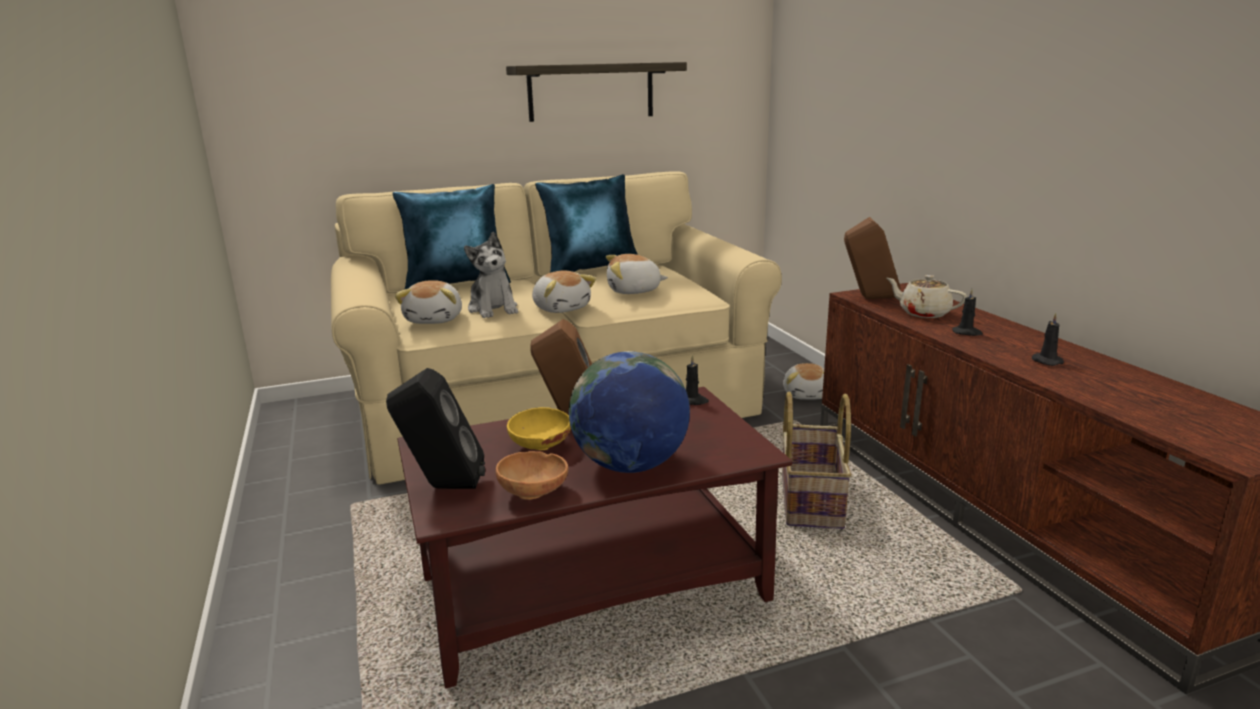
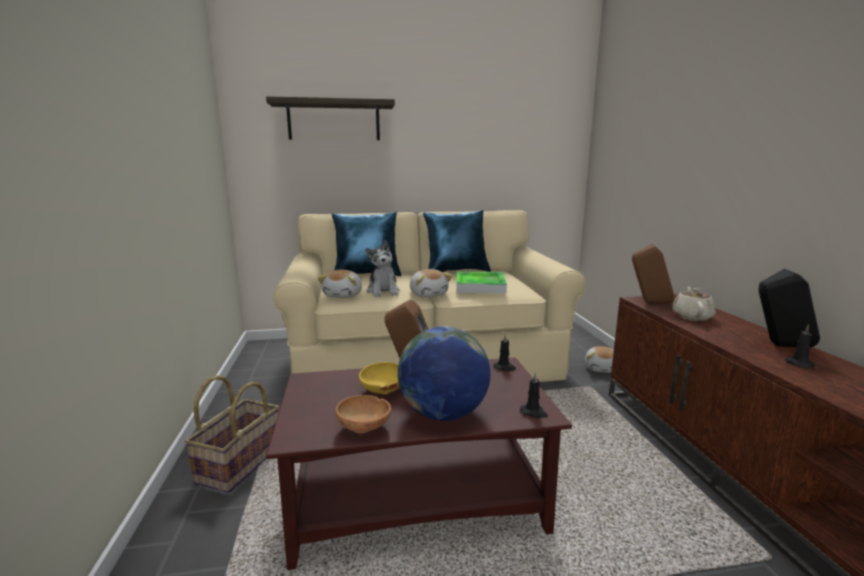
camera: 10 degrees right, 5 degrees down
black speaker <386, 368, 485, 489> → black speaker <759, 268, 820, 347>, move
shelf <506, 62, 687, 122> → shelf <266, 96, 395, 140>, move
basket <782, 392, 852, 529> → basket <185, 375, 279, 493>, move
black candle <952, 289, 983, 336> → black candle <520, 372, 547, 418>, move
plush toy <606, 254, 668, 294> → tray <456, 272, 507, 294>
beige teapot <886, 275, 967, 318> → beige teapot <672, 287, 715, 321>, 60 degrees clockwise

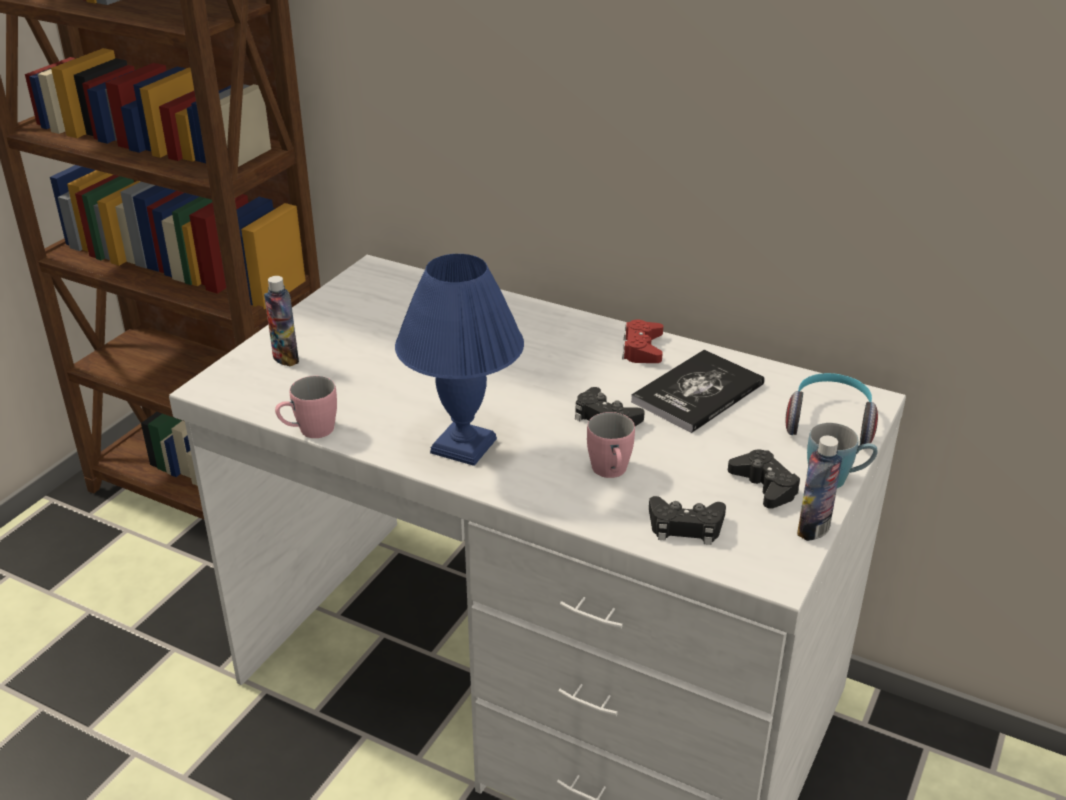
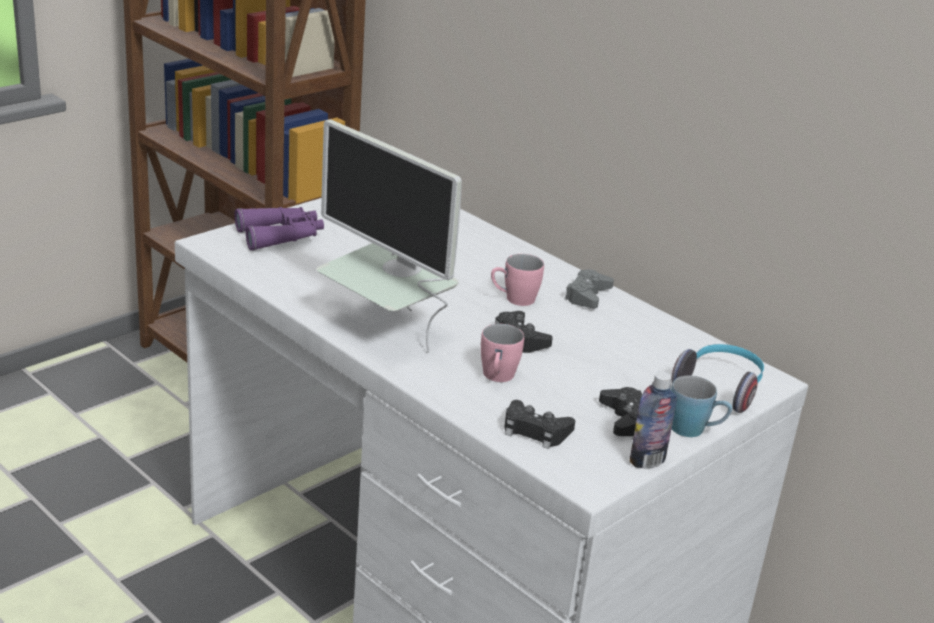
camera: 15 degrees right, 5 degrees down
book <631, 350, 765, 433> → -
pink mug <275, 376, 337, 438> → pink mug <491, 254, 544, 306>, move
bottle <264, 276, 299, 366> → purple binoculars <234, 207, 324, 251>
blue table lamp <395, 254, 524, 466> → monitor <316, 119, 462, 353>
red game controller <622, 320, 663, 363> → grey game controller <564, 269, 614, 308>

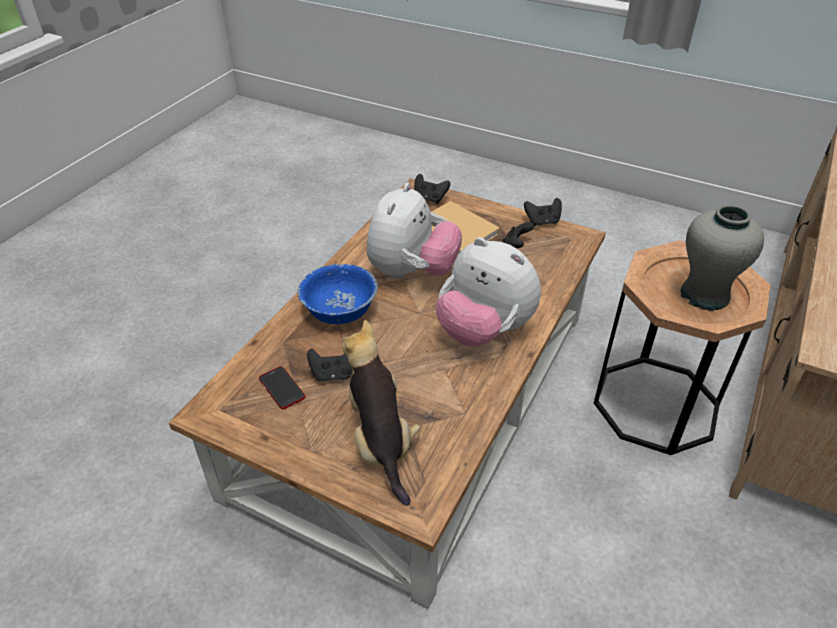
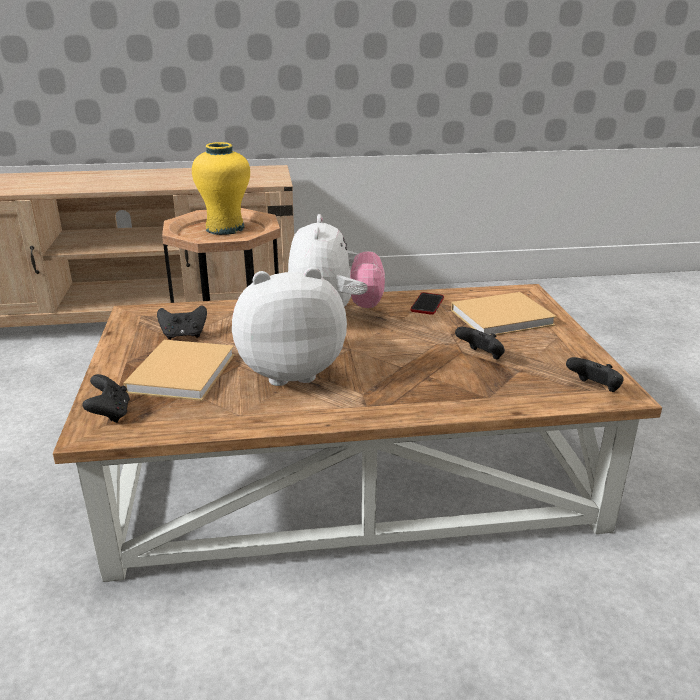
camera: 125 degrees left, 15 degrees down
blue bowl <298, 264, 378, 324> → -
phone <259, 366, 305, 409> → phone <411, 292, 444, 315>, move
black game controller <524, 198, 562, 226> → black game controller <566, 357, 624, 392>, move
plush toy <342, 320, 420, 506> → beige book <451, 292, 557, 335>
grey vase <681, 204, 764, 311> → yellow vase <192, 142, 250, 235>

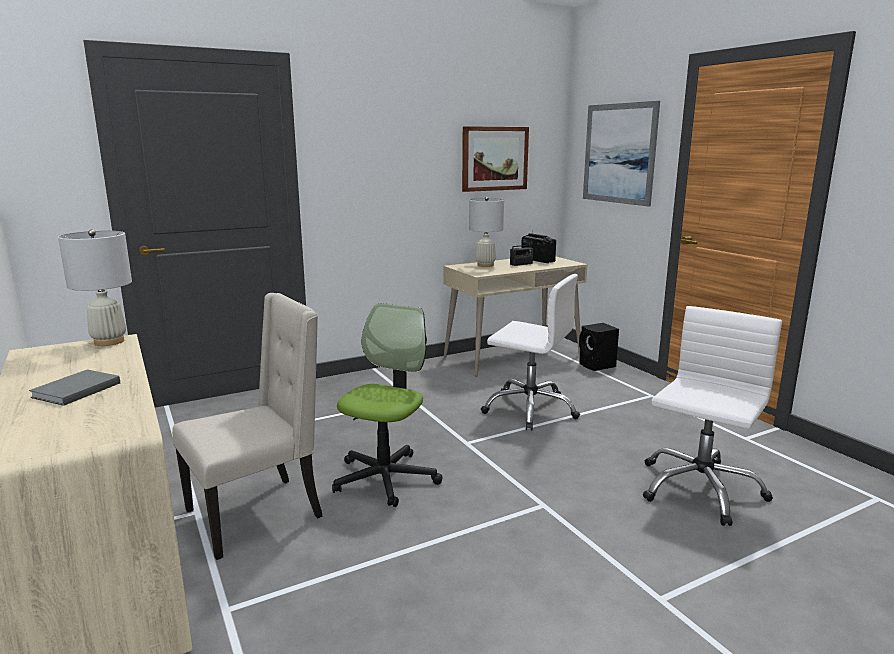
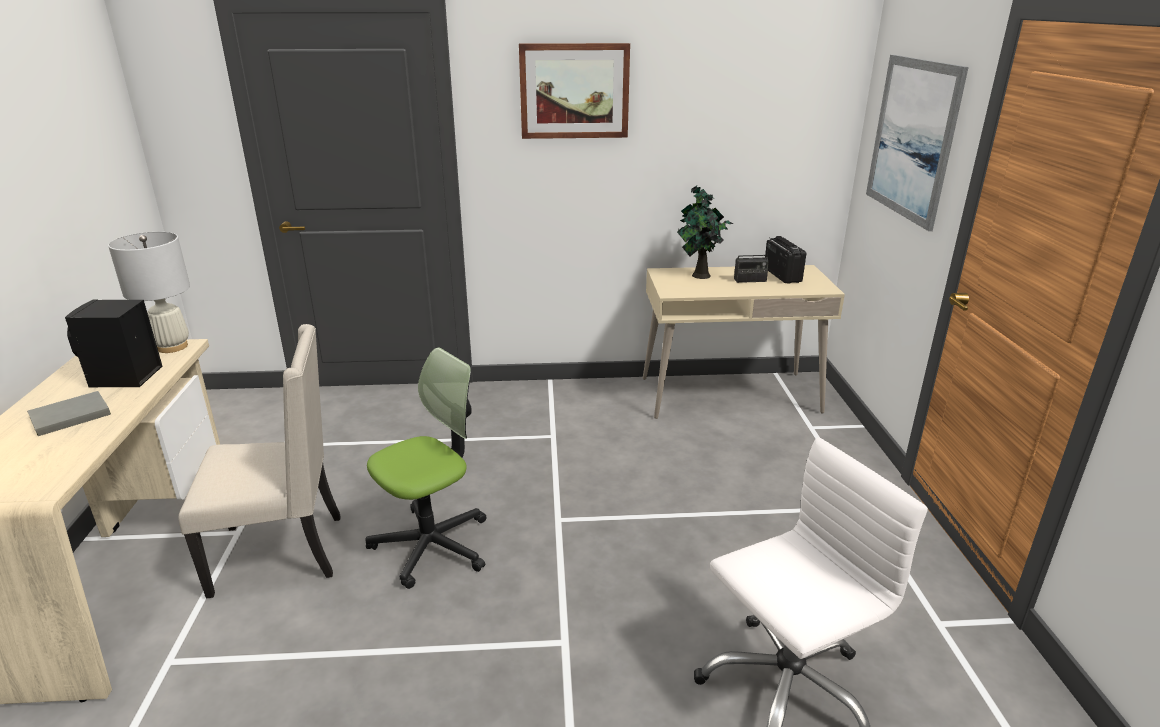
camera: 25 degrees right, 10 degrees up
white office chair <481, 274, 580, 431> → -
picture <462, 126, 529, 192> → picture <519, 43, 630, 139>, move
black speaker <579, 323, 619, 371> → black speaker <65, 300, 162, 388>, move
white table lamp <469, 197, 504, 267> → potted plant <677, 186, 733, 279>

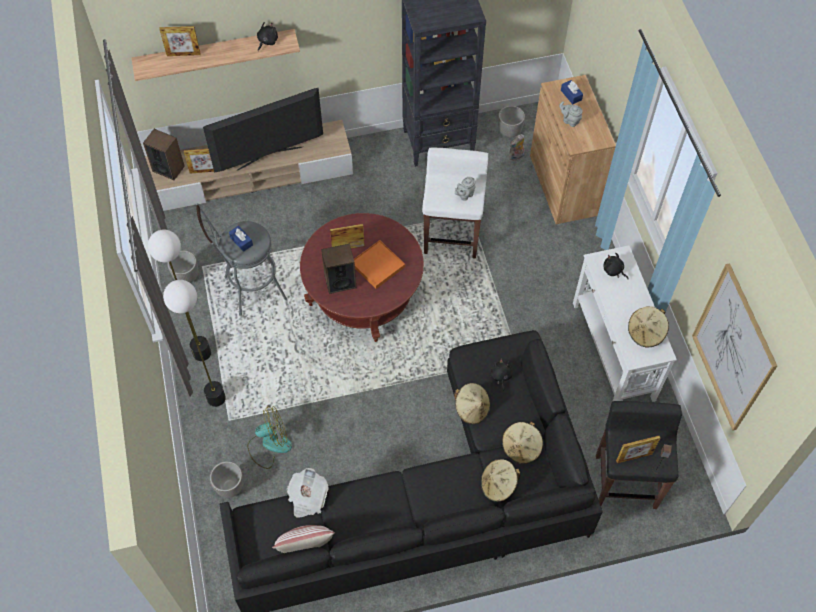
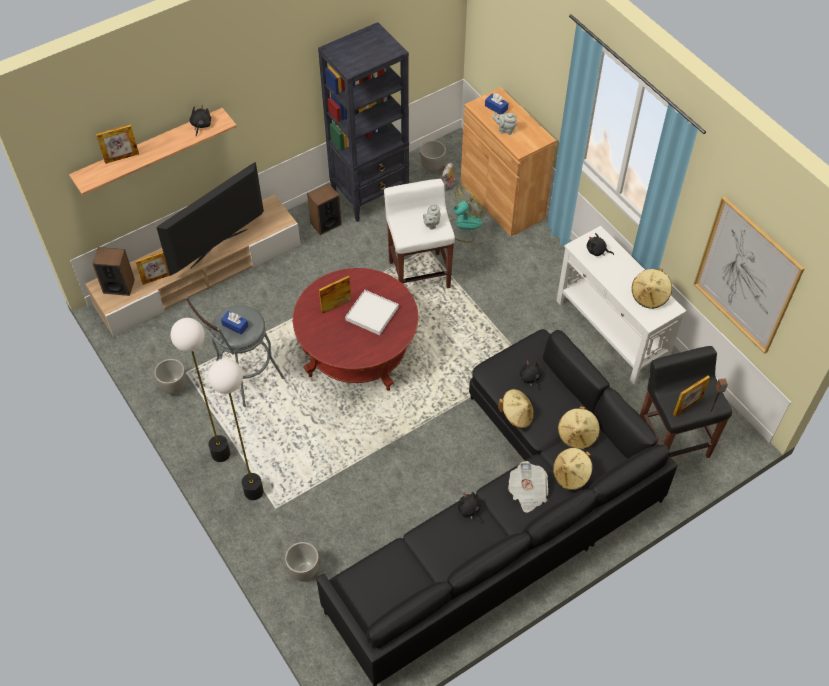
camera: 20 degrees left, 5 degrees down
pillow <272, 525, 335, 553> → -
- → black plush toy <458, 492, 482, 523>
fan <247, 406, 292, 469> → fan <453, 186, 483, 242>, move
newspaper <287, 468, 329, 518> → newspaper <508, 461, 548, 513>, move
speaker <321, 244, 356, 294> → speaker <307, 183, 342, 235>, move
orange tray <354, 240, 405, 289> → white tray <345, 290, 399, 335>

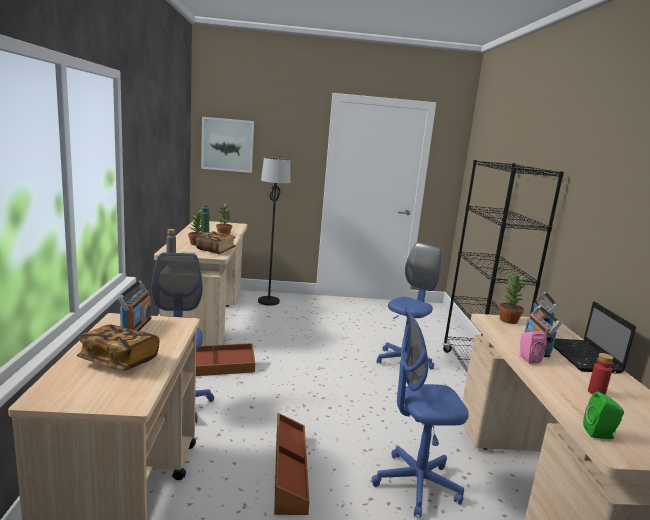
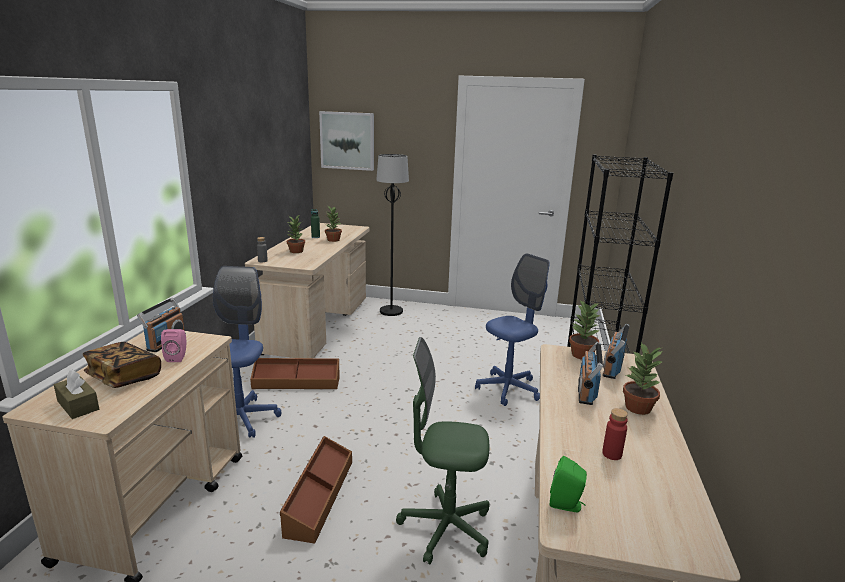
camera: 15 degrees right, 5 degrees up
book <195, 231, 236, 254> → -
- → brown tissue box <54, 370, 99, 419>
pink speaker <519, 331, 547, 364> → pink speaker <161, 329, 186, 362>, move
laptop <553, 301, 636, 374> → potted plant <623, 342, 662, 415>
blue office chair <372, 307, 469, 518> → green office chair <396, 337, 490, 564>

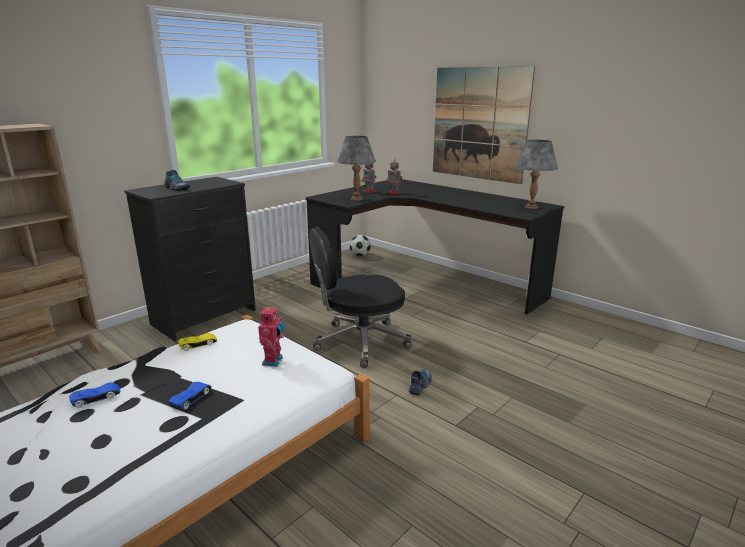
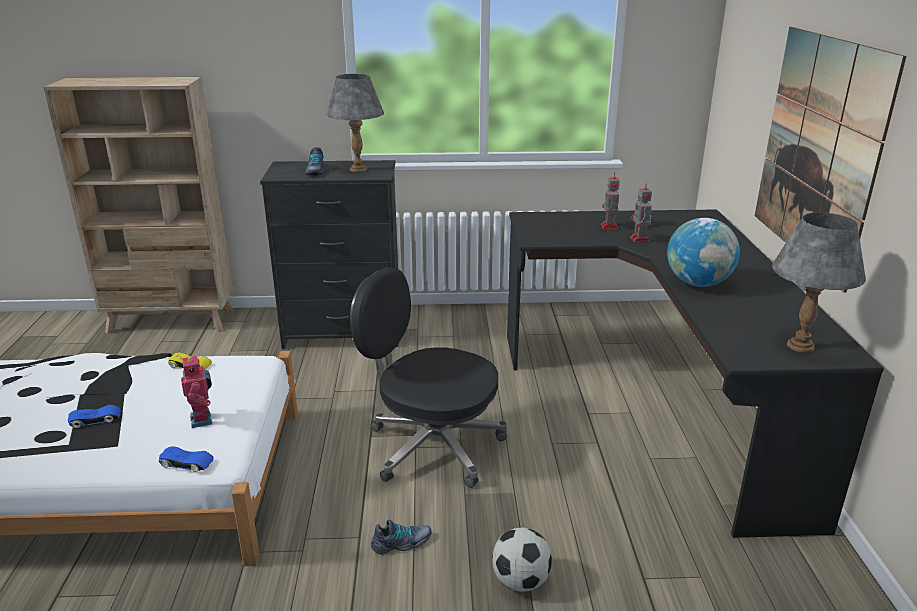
camera: 45 degrees right, 5 degrees up
- → globe <667, 218, 740, 287>
blue toy car <69, 383, 120, 408> → blue toy car <159, 447, 214, 472>, move
grey table lamp <337, 136, 376, 201> → grey table lamp <326, 74, 384, 172>, move
football <349, 235, 371, 256> → football <492, 528, 552, 592>, move
toy robot <258, 305, 285, 367> → toy robot <181, 354, 212, 428>, 75 degrees counterclockwise

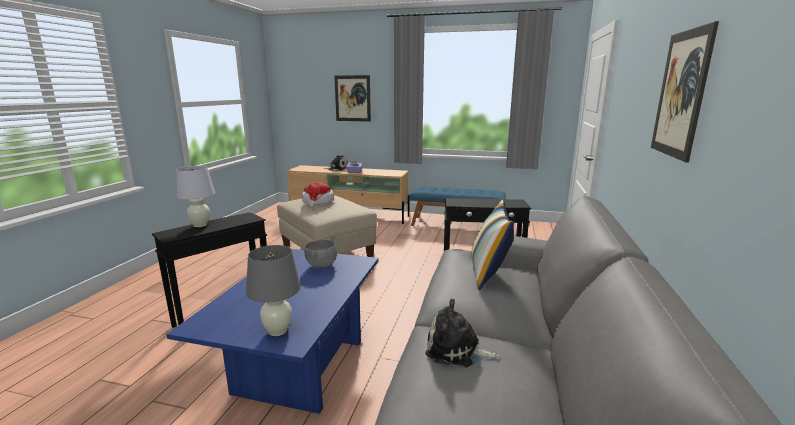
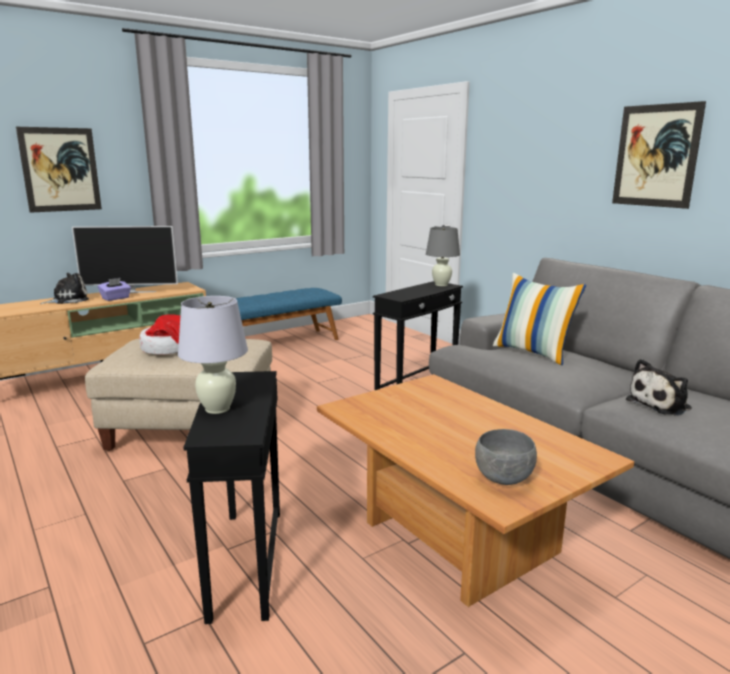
camera: 50 degrees left, 0 degrees up
- → television <72, 226, 178, 293>
grey table lamp <246, 245, 301, 336> → grey table lamp <426, 227, 460, 286>, move
grey bowl <304, 240, 337, 268> → grey bowl <475, 429, 537, 485>, move
blue coffee table <166, 249, 379, 414> → brown coffee table <317, 374, 634, 607>

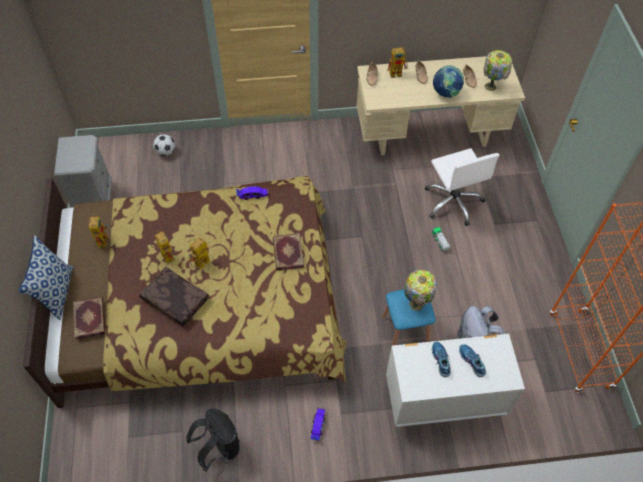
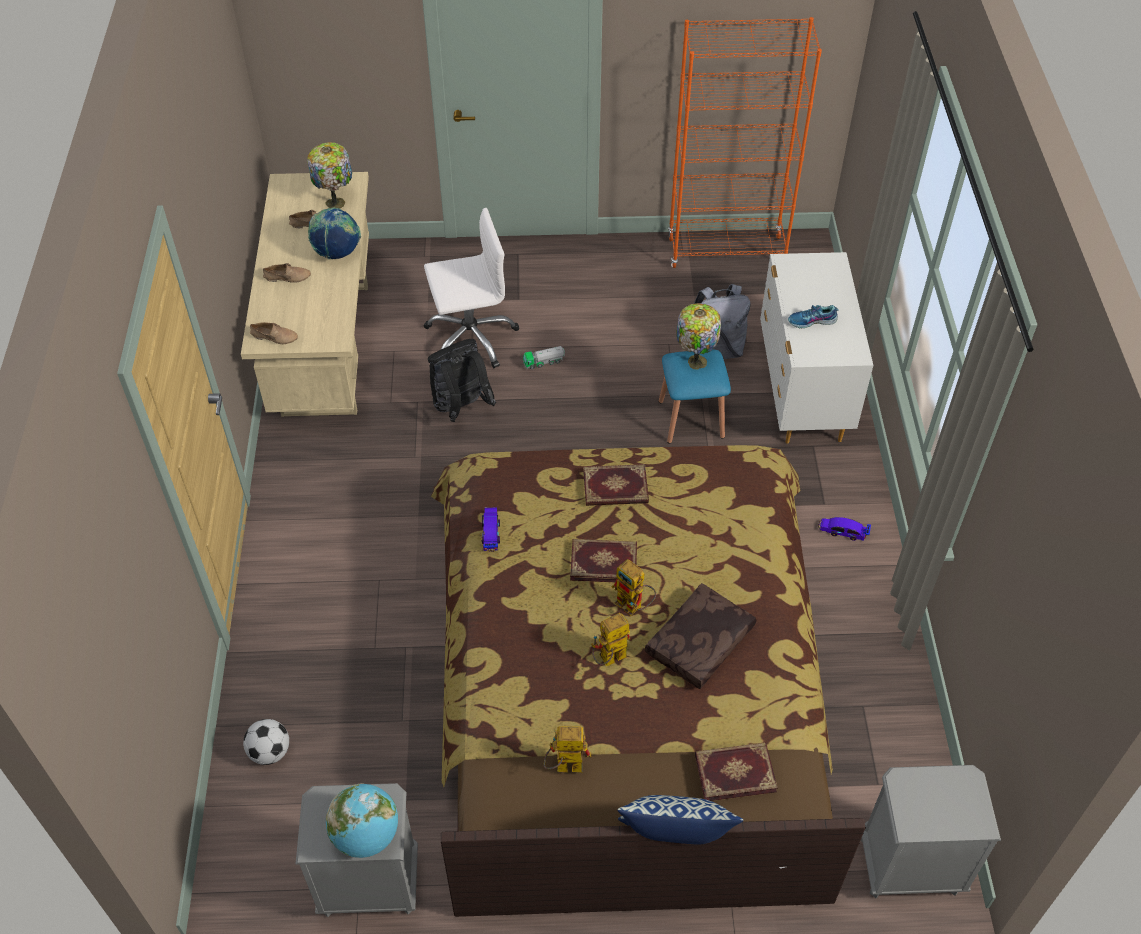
camera: 85 degrees left, 5 degrees down
toy robot <387, 47, 408, 78> → -
shoe <459, 344, 486, 377> → -
- → globe <326, 784, 398, 858>
- → book <570, 539, 637, 582>
- → grey nightstand <860, 765, 1001, 898>
black backpack <187, 409, 240, 472> → black backpack <428, 339, 496, 422>, move

